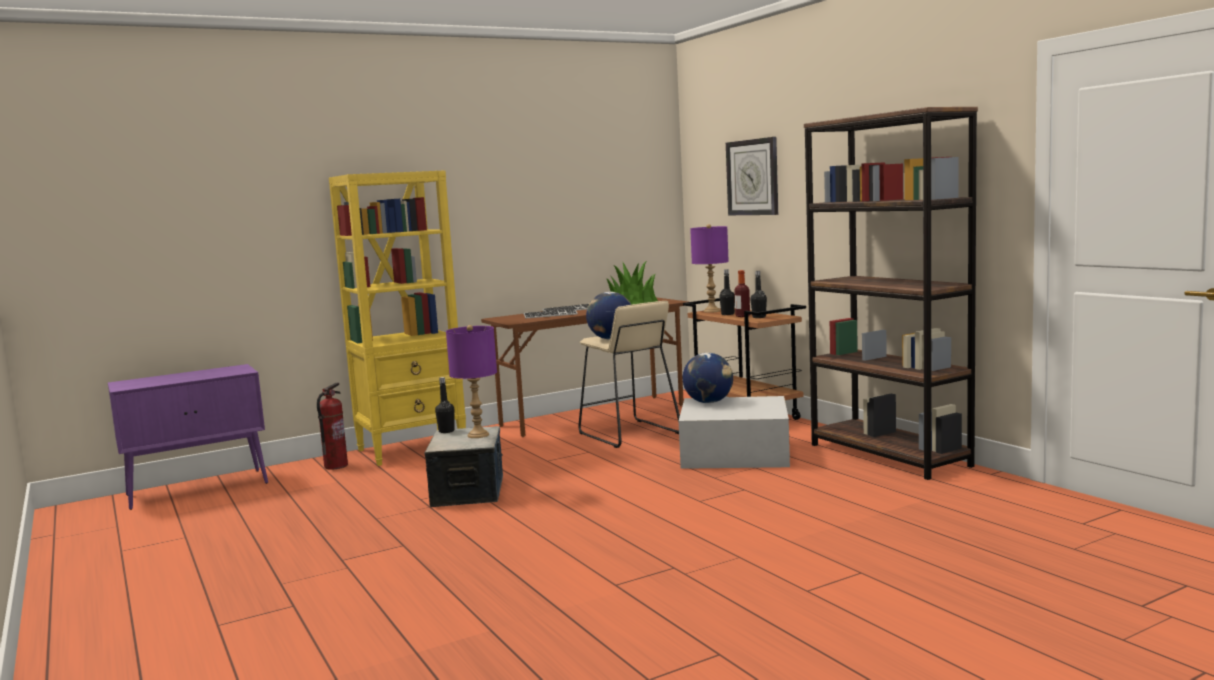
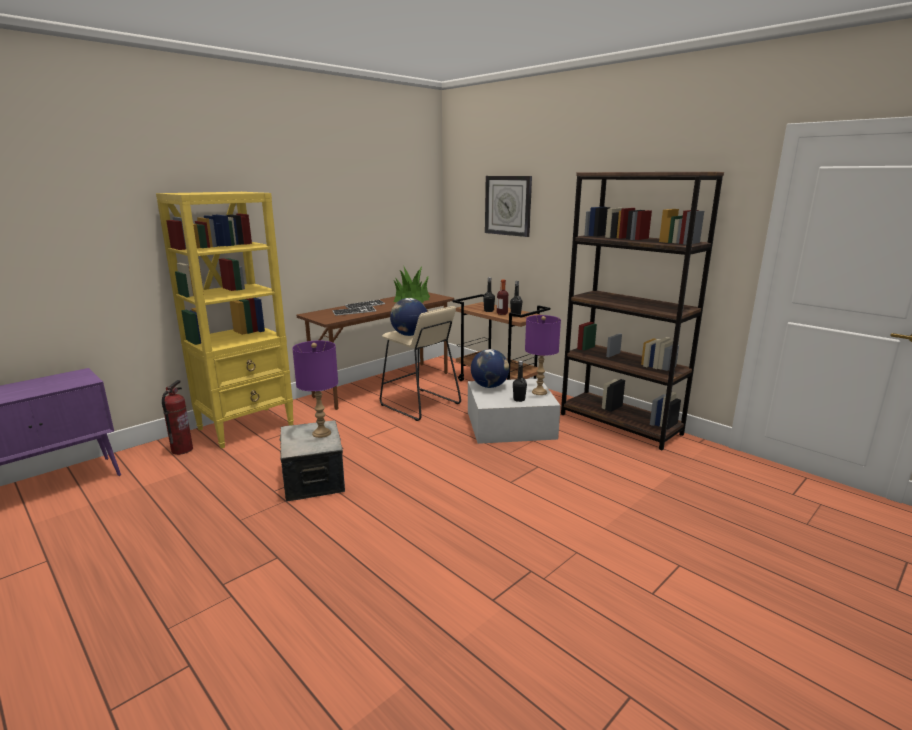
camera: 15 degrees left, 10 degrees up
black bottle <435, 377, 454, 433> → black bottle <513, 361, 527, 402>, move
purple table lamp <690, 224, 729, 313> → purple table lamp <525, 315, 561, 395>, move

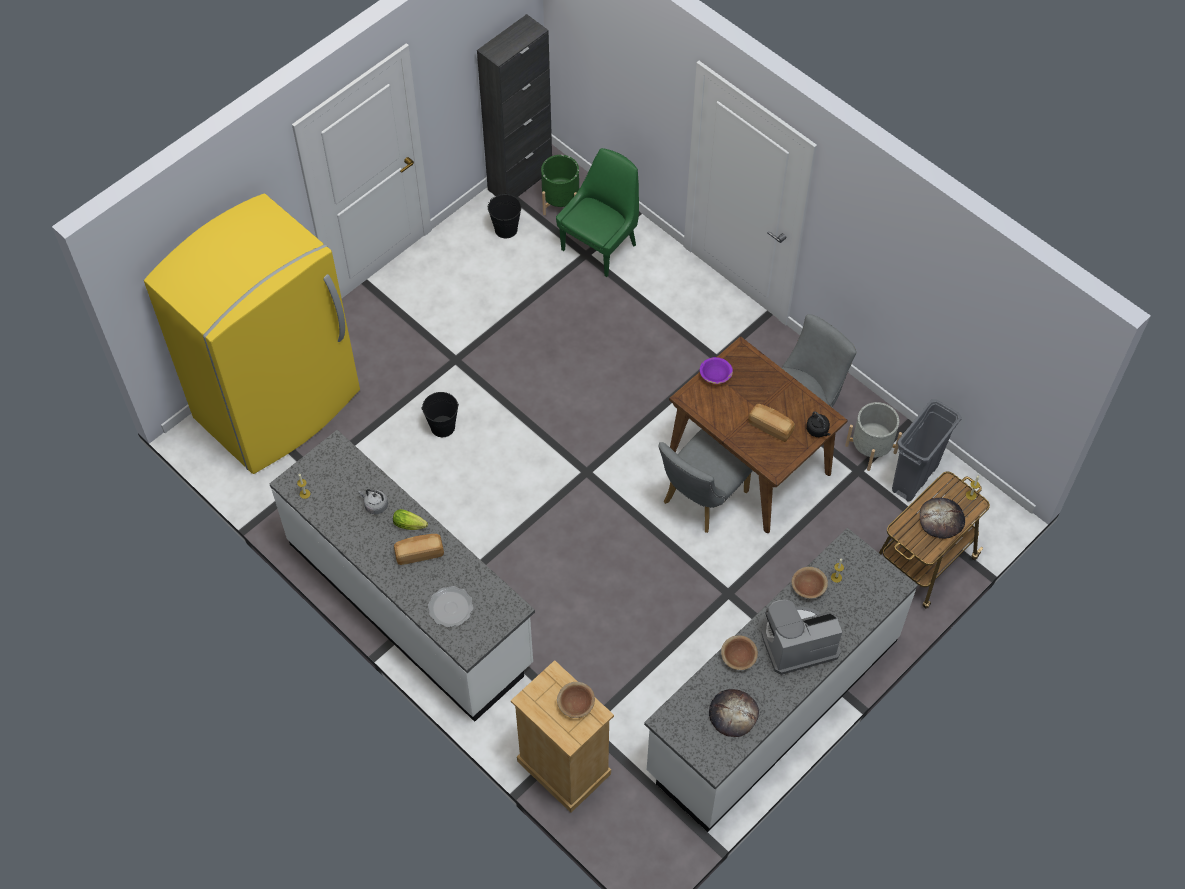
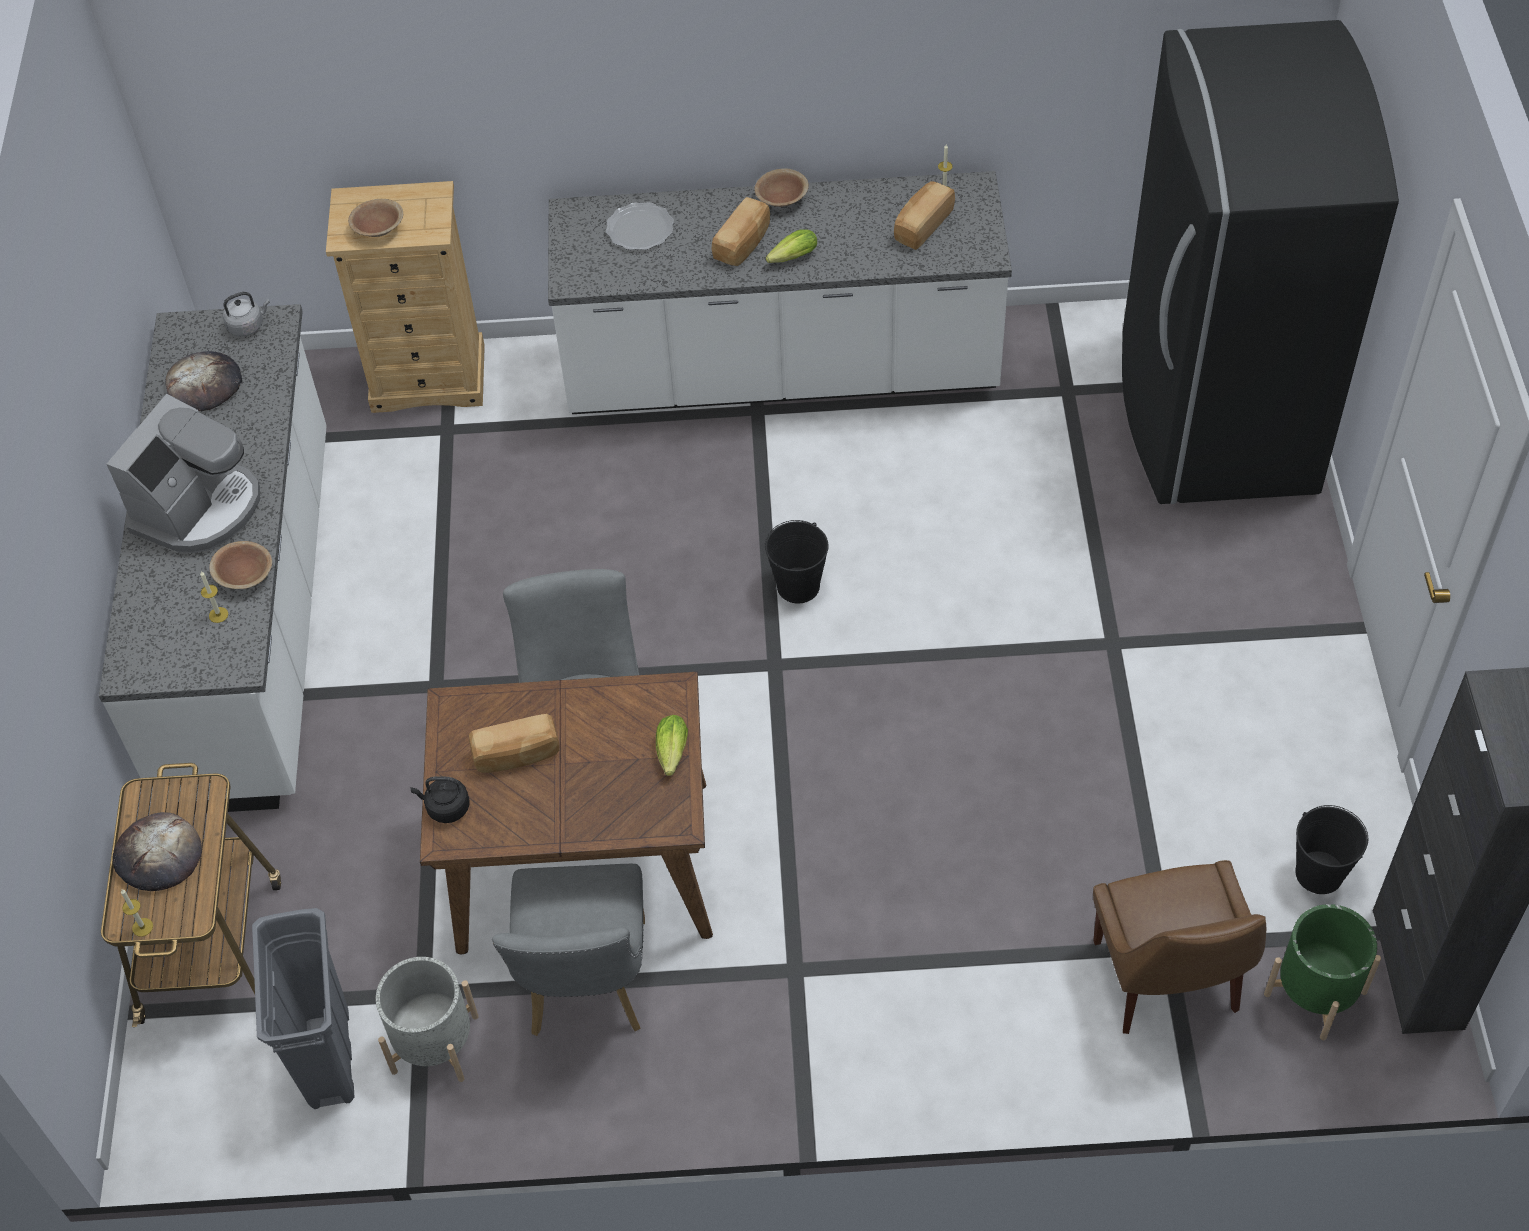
camera: 135 degrees right, 5 degrees down
- → bread <894, 181, 955, 250>
grey kettle <358, 489, 388, 514> → grey kettle <222, 292, 270, 336>, move
black bucket <422, 392, 459, 437> → black bucket <765, 520, 829, 604>, move
brown bowl <721, 635, 758, 670> → brown bowl <754, 168, 809, 207>, move
purple bowl <700, 357, 733, 384> → lettuce <656, 715, 688, 776>
yellow fridge <144, 194, 360, 474> → black fridge <1122, 20, 1399, 504>
green chair <556, 148, 639, 277> → brown chair <1093, 860, 1266, 1034>

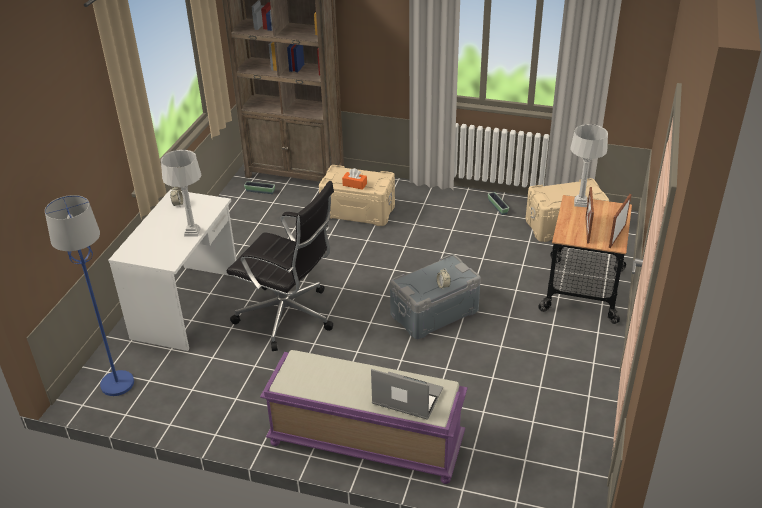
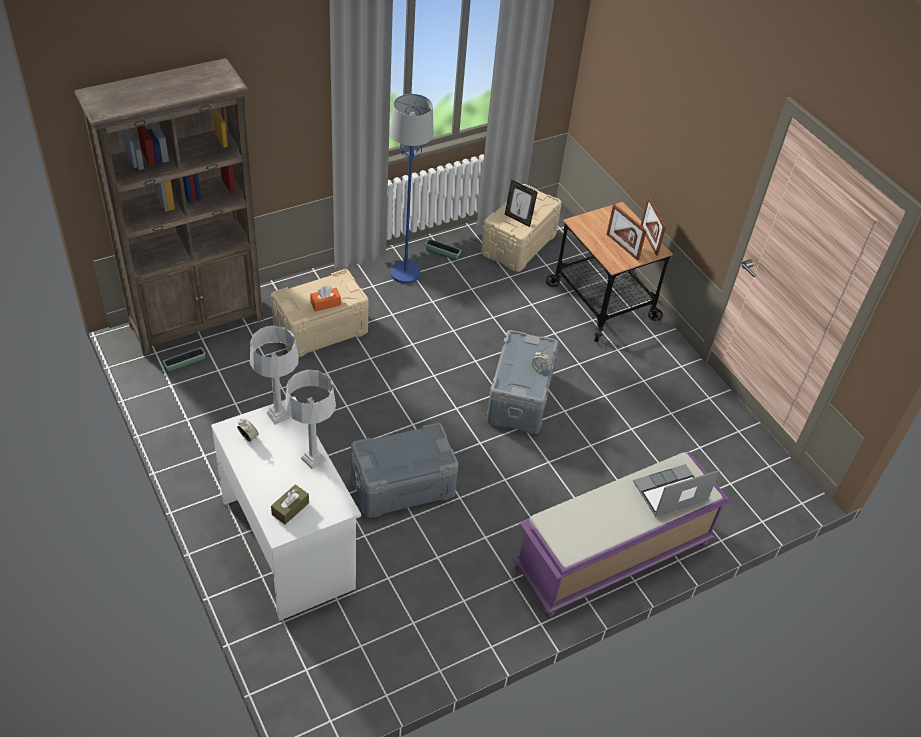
camera: 50 degrees left, 10 degrees up
- → brown tissue box <271, 485, 309, 525>
- → picture frame <505, 180, 538, 227>
blue floor lamp <45, 195, 134, 396> → blue floor lamp <390, 94, 434, 284>, move
grey table lamp <570, 124, 608, 207> → grey table lamp <250, 326, 299, 425>, move
black office chair <227, 181, 334, 351> → grey storage box <351, 423, 458, 518>

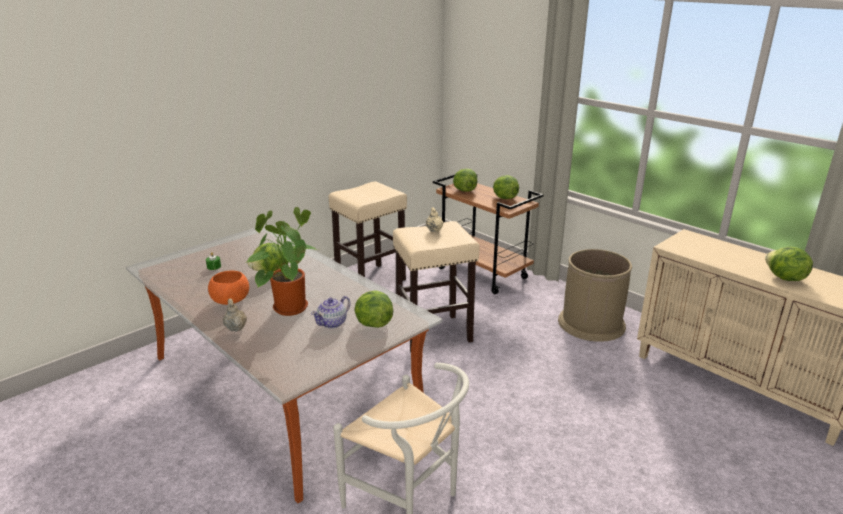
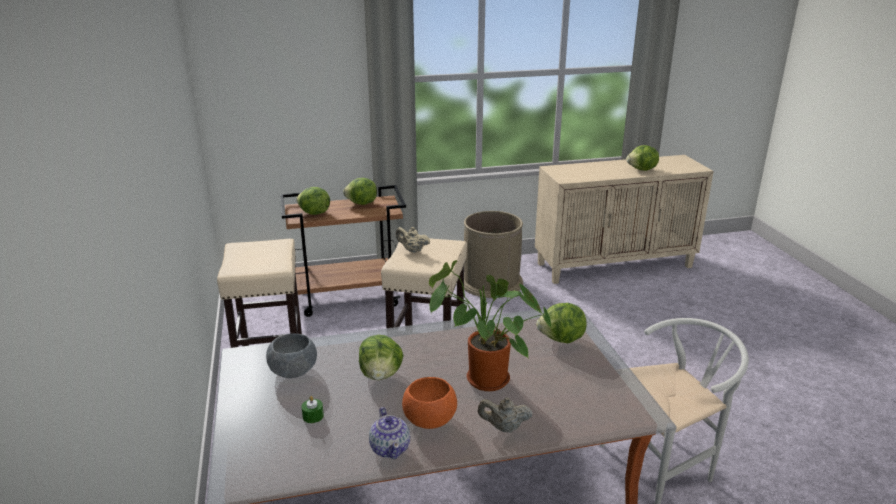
camera: 60 degrees left, 0 degrees up
- → grey bowl <266, 333, 317, 378>
teapot <311, 296, 351, 328> → teapot <369, 407, 410, 459>, move

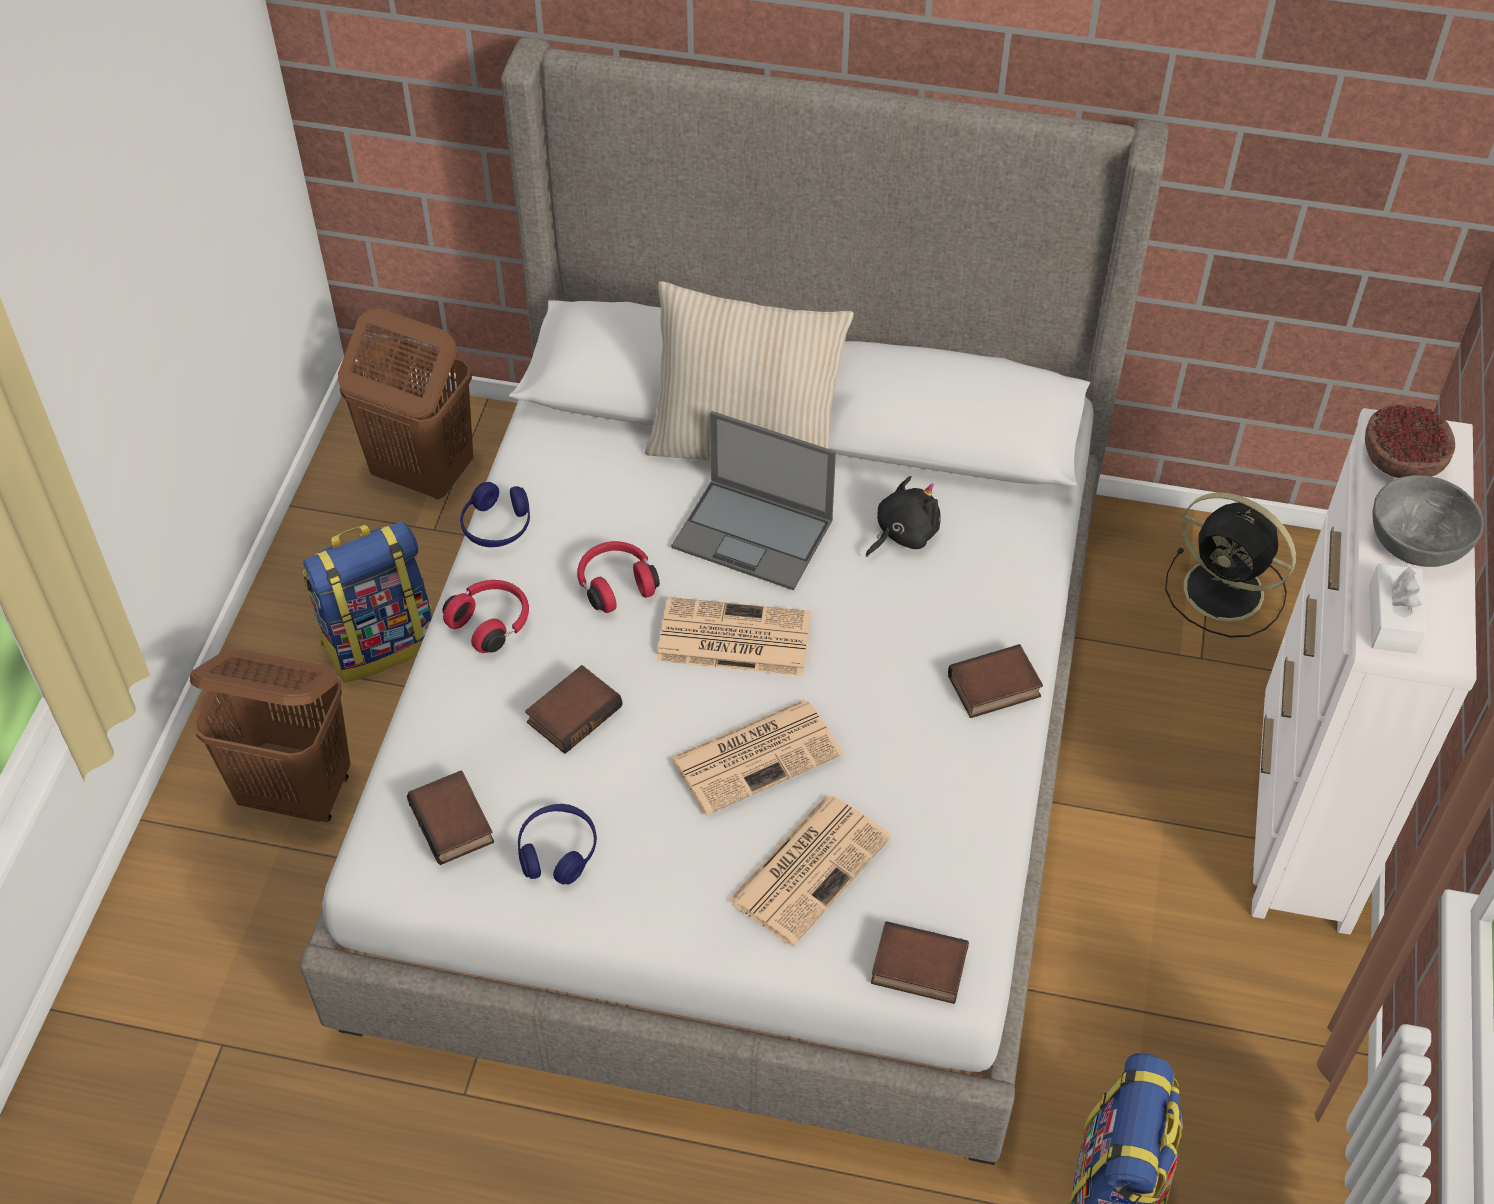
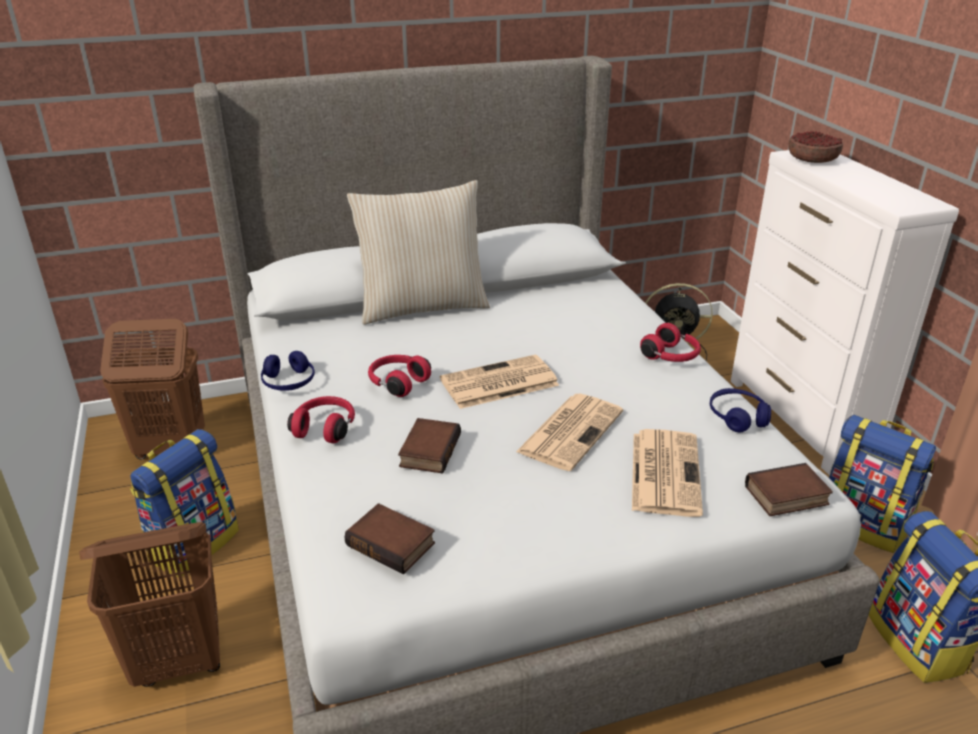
camera: 30 degrees left, 20 degrees down
laptop <671, 411, 836, 590> → -
black plush toy <866, 476, 941, 557> → -
white tissue box <1369, 563, 1426, 654> → -
grey bowl <1373, 475, 1484, 567> → -
- → backpack <829, 415, 936, 553>
blue headphones <518, 804, 597, 885> → blue headphones <710, 388, 771, 433>, move
book <948, 644, 1043, 718> → red headphones <640, 323, 701, 362>

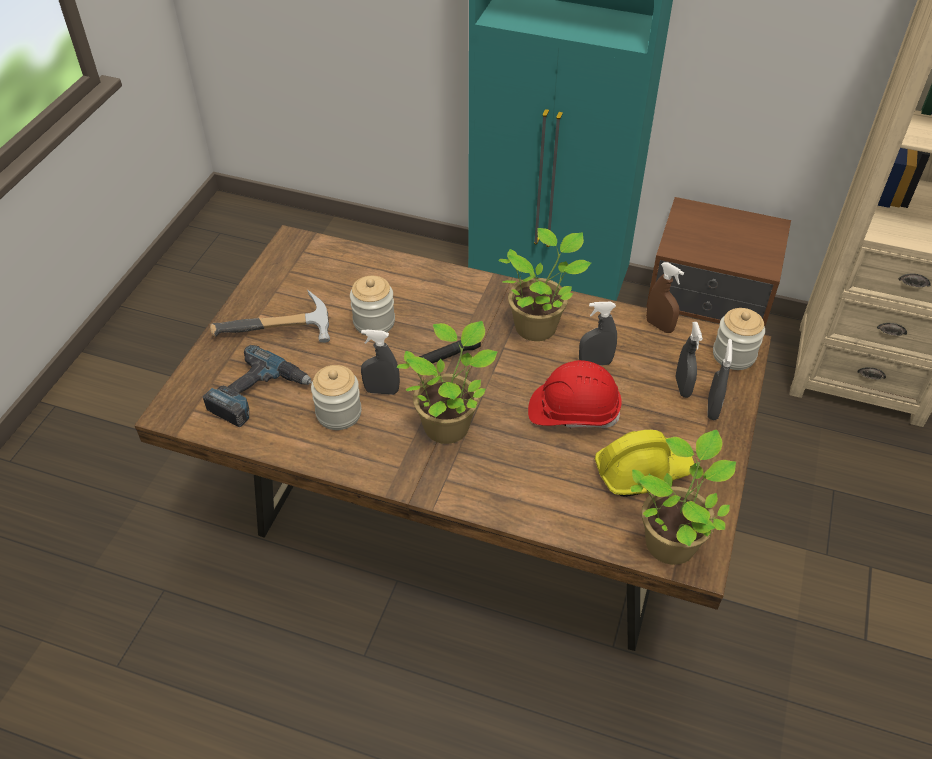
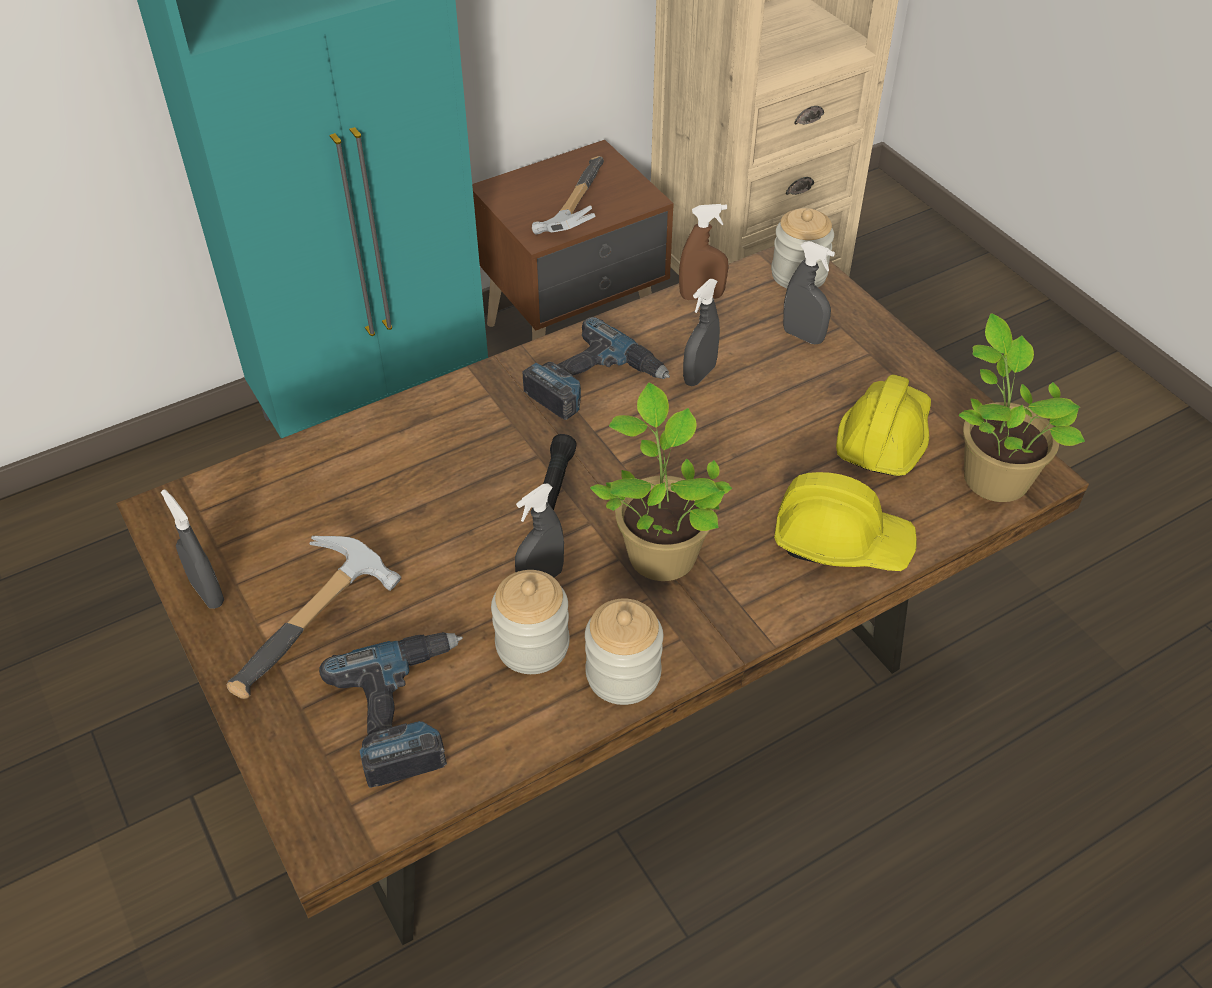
camera: 50 degrees left, 0 degrees up
red hard hat <528, 360, 622, 428> → -
- → hammer <532, 156, 604, 234>
- → yellow hard hat <774, 472, 917, 571>
jar <350, 276, 395, 335> → jar <585, 598, 663, 705>, move
grey spray bottle <707, 339, 733, 420> → grey spray bottle <161, 489, 224, 609>, move
potted plant <498, 228, 591, 341> → power drill <523, 317, 670, 420>

